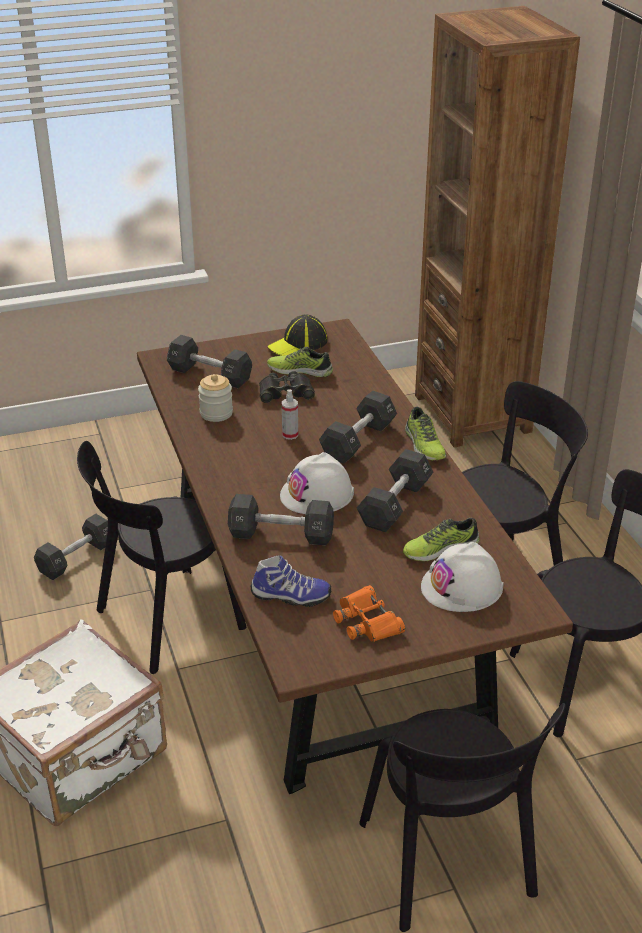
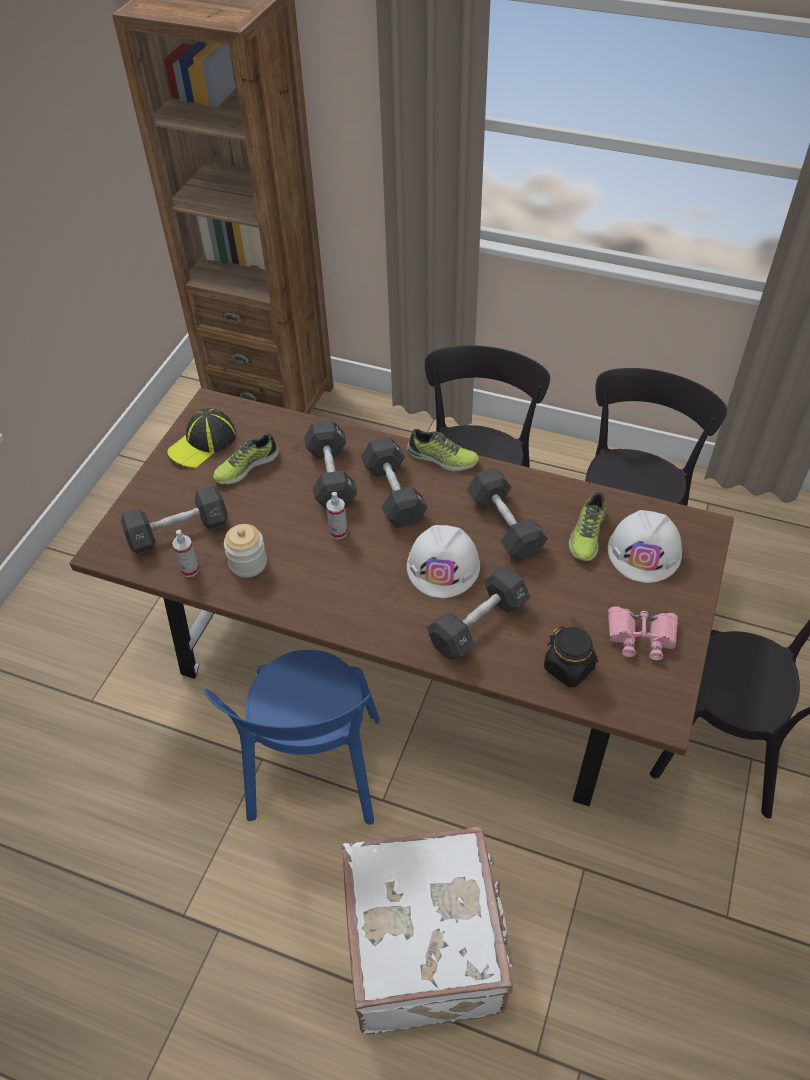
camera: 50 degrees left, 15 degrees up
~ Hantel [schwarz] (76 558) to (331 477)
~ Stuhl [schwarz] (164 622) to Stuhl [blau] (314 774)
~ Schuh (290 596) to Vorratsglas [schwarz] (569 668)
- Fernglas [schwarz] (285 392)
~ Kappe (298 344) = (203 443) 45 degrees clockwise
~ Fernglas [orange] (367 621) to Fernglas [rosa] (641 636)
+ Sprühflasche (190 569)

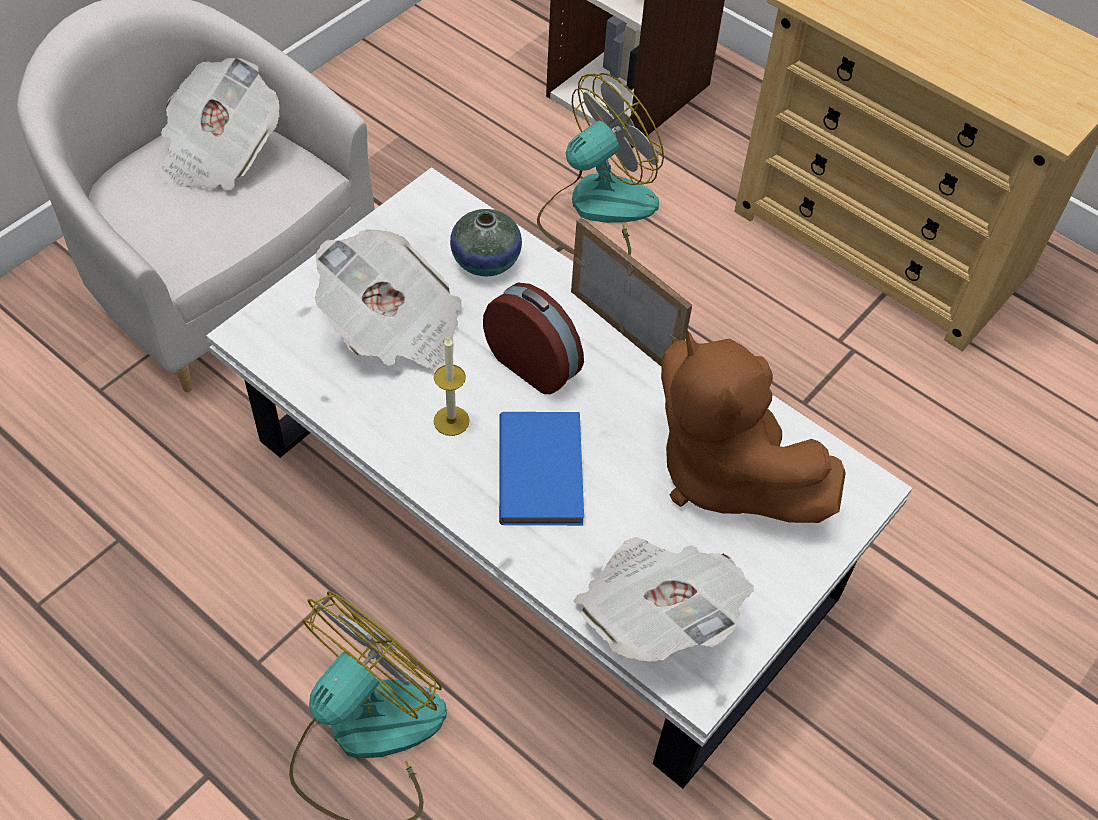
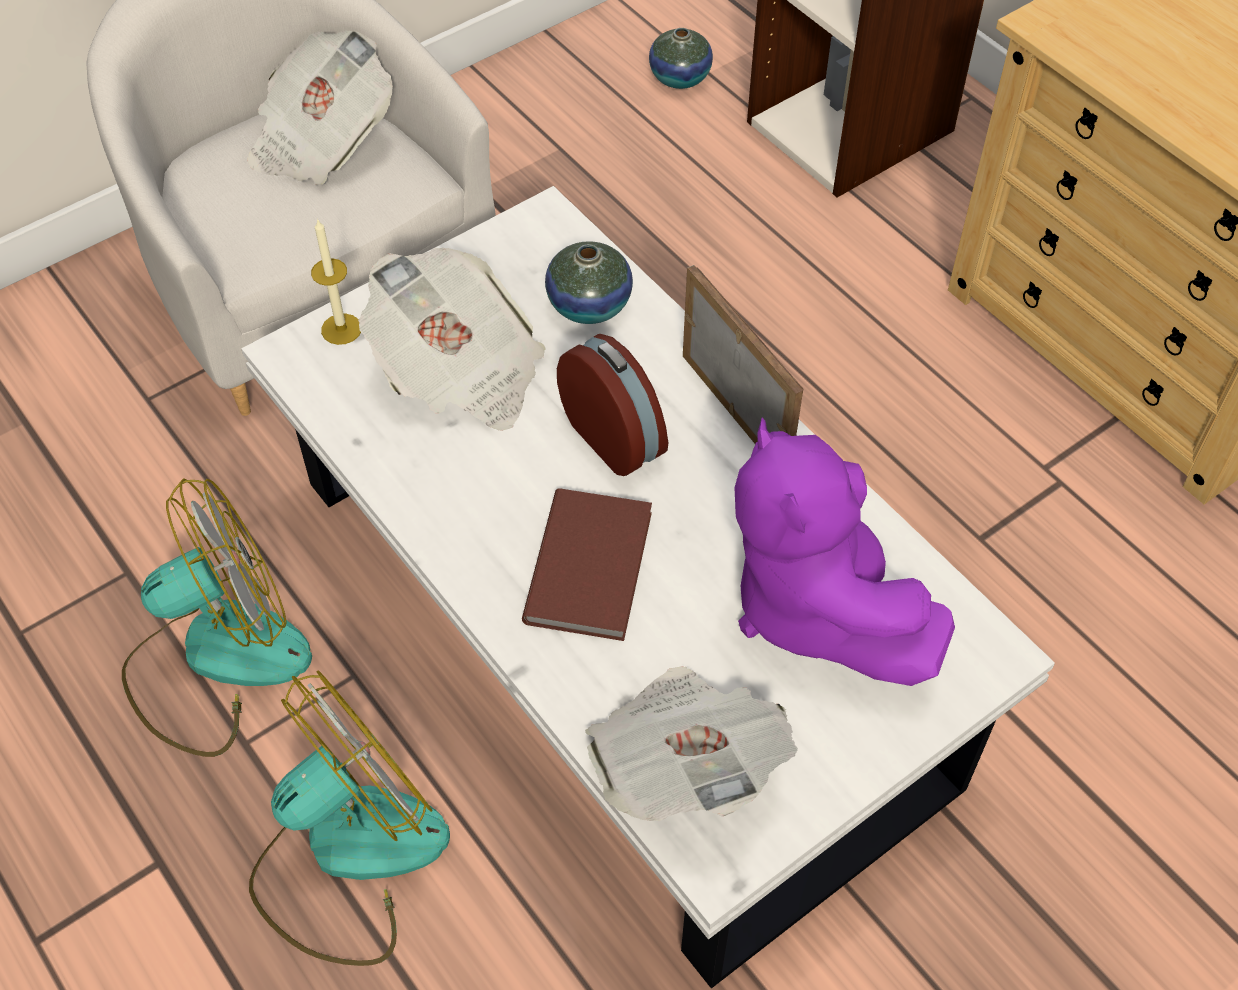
camera: 15 degrees right, 0 degrees up
~ Kerze (451 421) to (341 329)
~ Buch [blau] (543 469) to Buch [braun] (593 566)
~ Ventilator (596 210) to (216 659)
~ Plüschtier [braun] (723 471) to Plüschtier [lila] (815 603)
+ Vase (680 77)

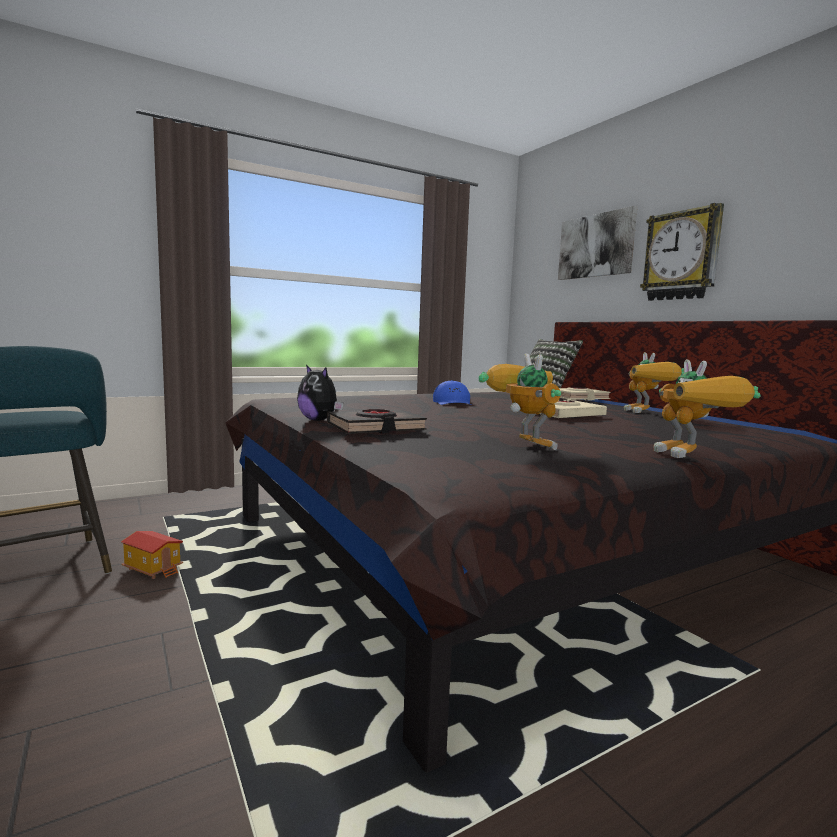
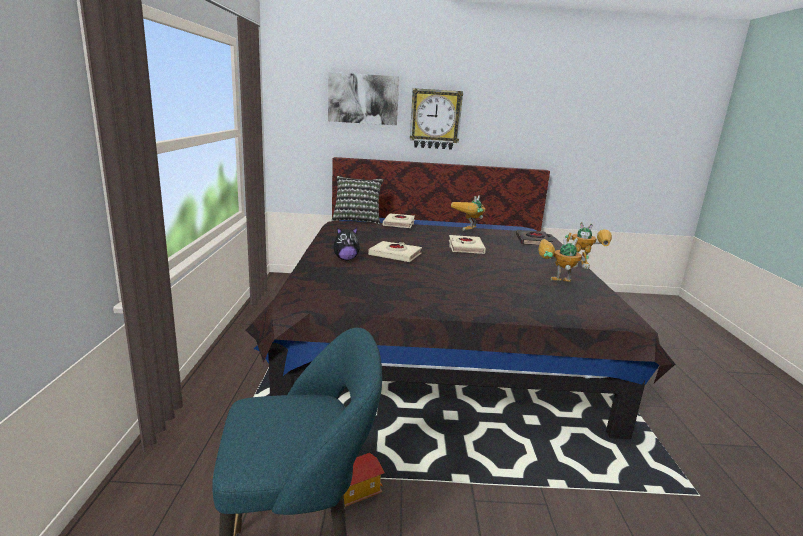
camera: 60 degrees left, 10 degrees up
~ Plüschtier (319 420) to (346 259)
~ Buch [schwarz] (376 428) to (533 241)
~ Kappe [blau] (452 402) to Buch [beige] (395 255)
~ Spielzeugroboter (647 413) = (469 231) 105 degrees clockwise

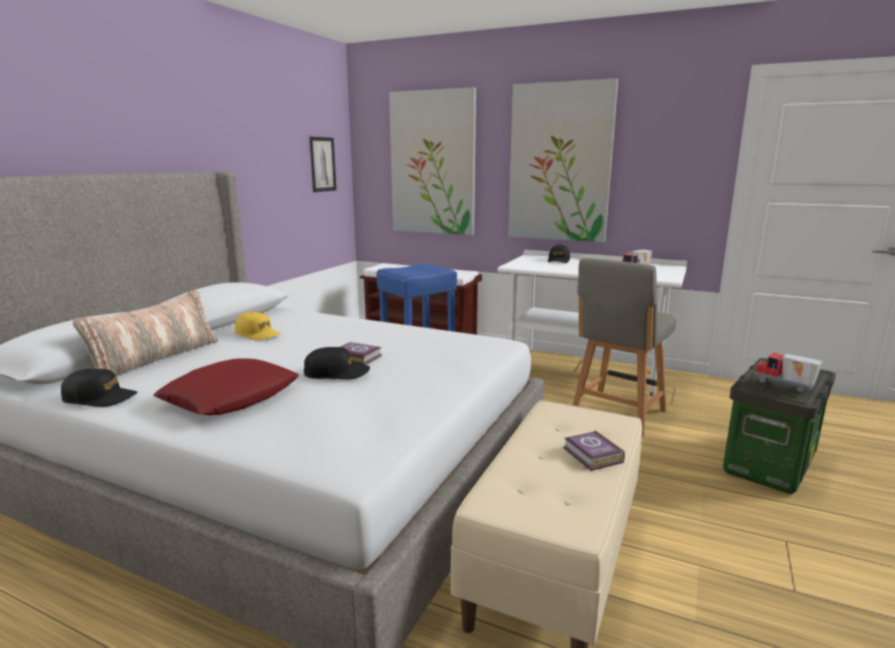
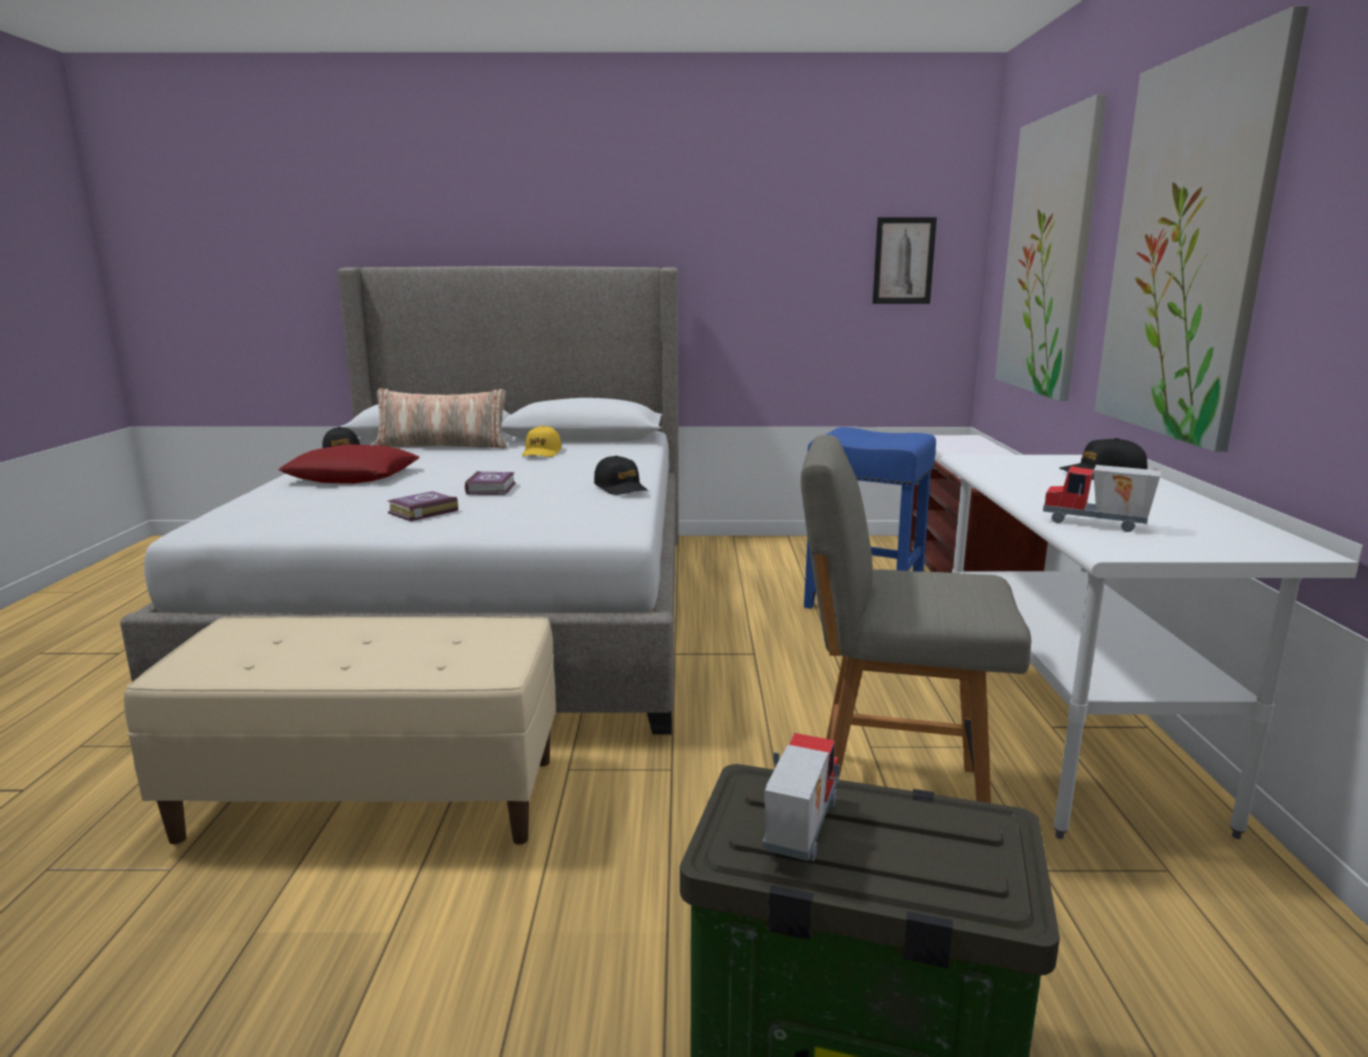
camera: 65 degrees right, 0 degrees up
~ Kappe [schwarz] (336 373) to (620 488)
~ Buch (592 455) to (421 512)

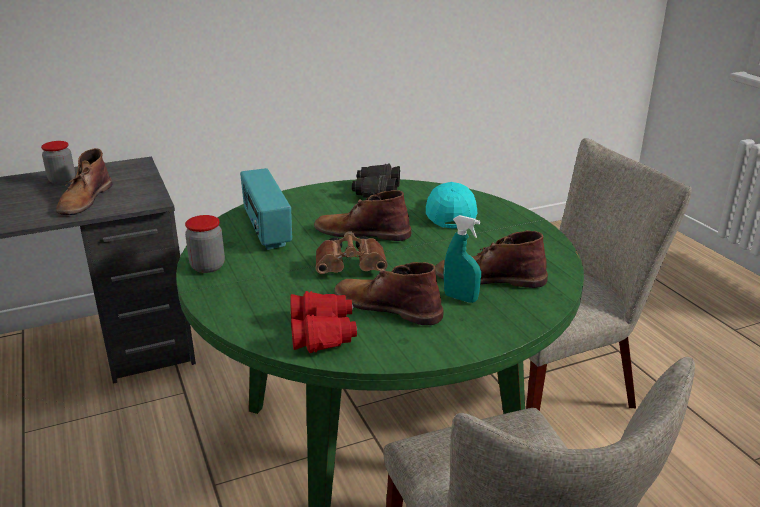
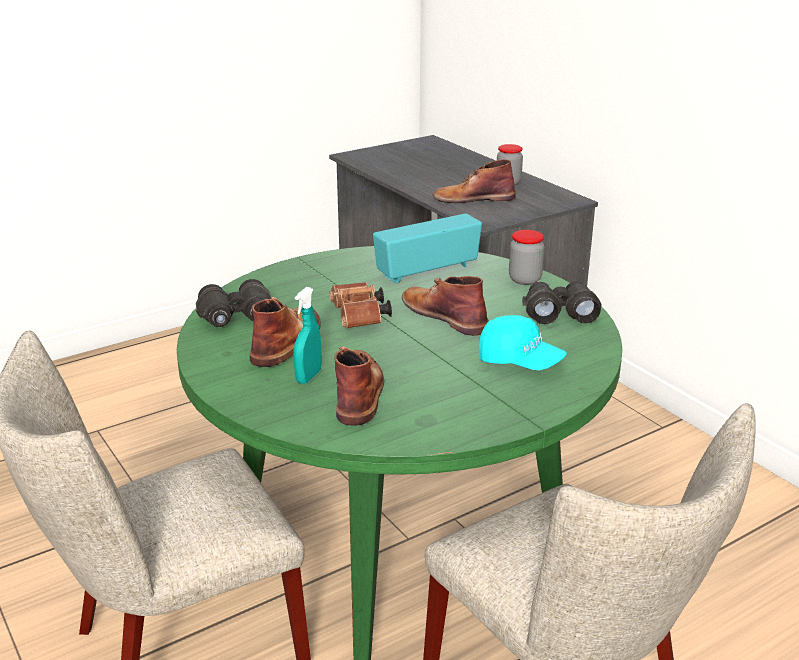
camera: 80 degrees right, 0 degrees up
~ Vorratsglas (207 266) to (525 279)
~ Fernglas [rot] (323 333) to Fernglas [schwarz] (237 318)
~ Stiefel [braun] (361 232) = (444 315) 45 degrees counterclockwise
~ Kappe [türkis] (449 214) = (520 361) 45 degrees clockwise

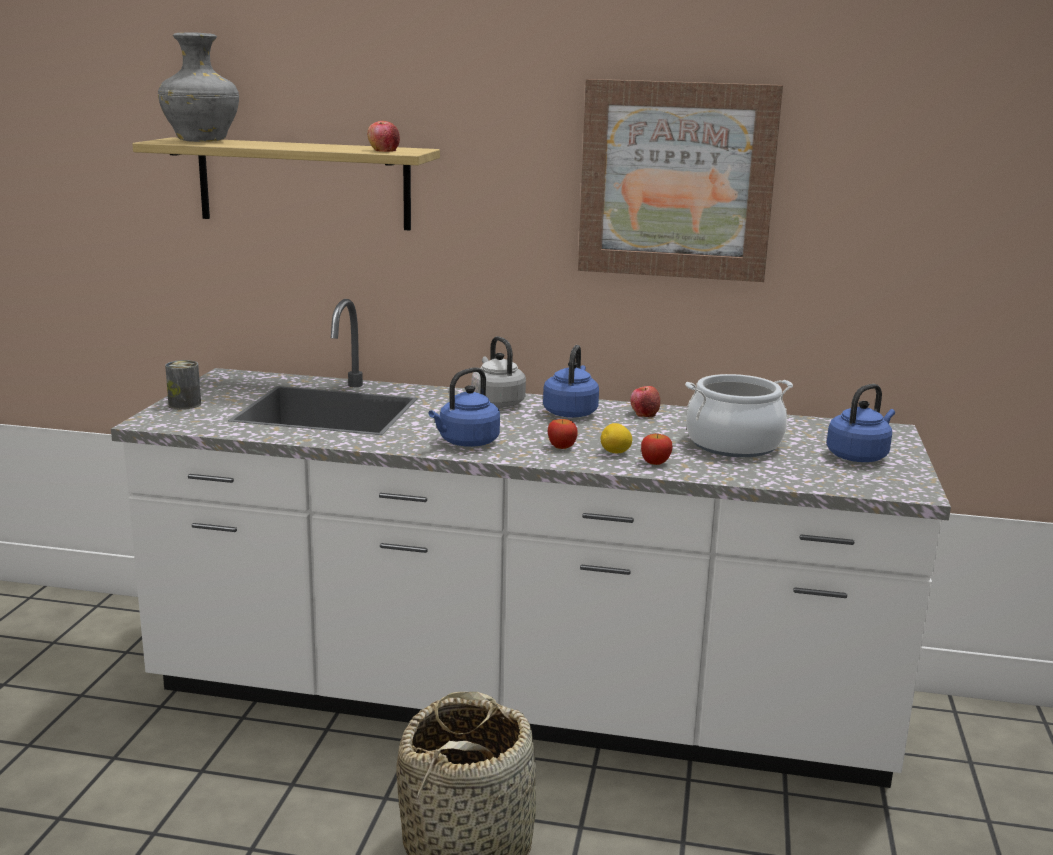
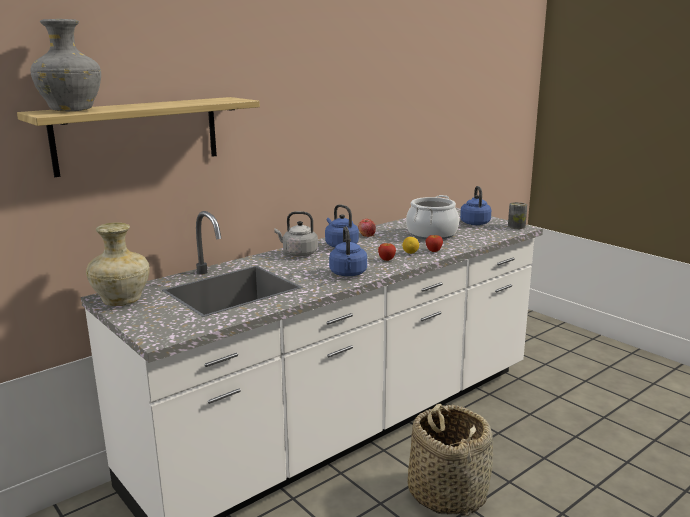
camera: 50 degrees left, 0 degrees up
~ Dose (184 404) to (516 226)
- Apfel (383 150)
- Bild (676 180)
+ Vase [beige] (123 301)

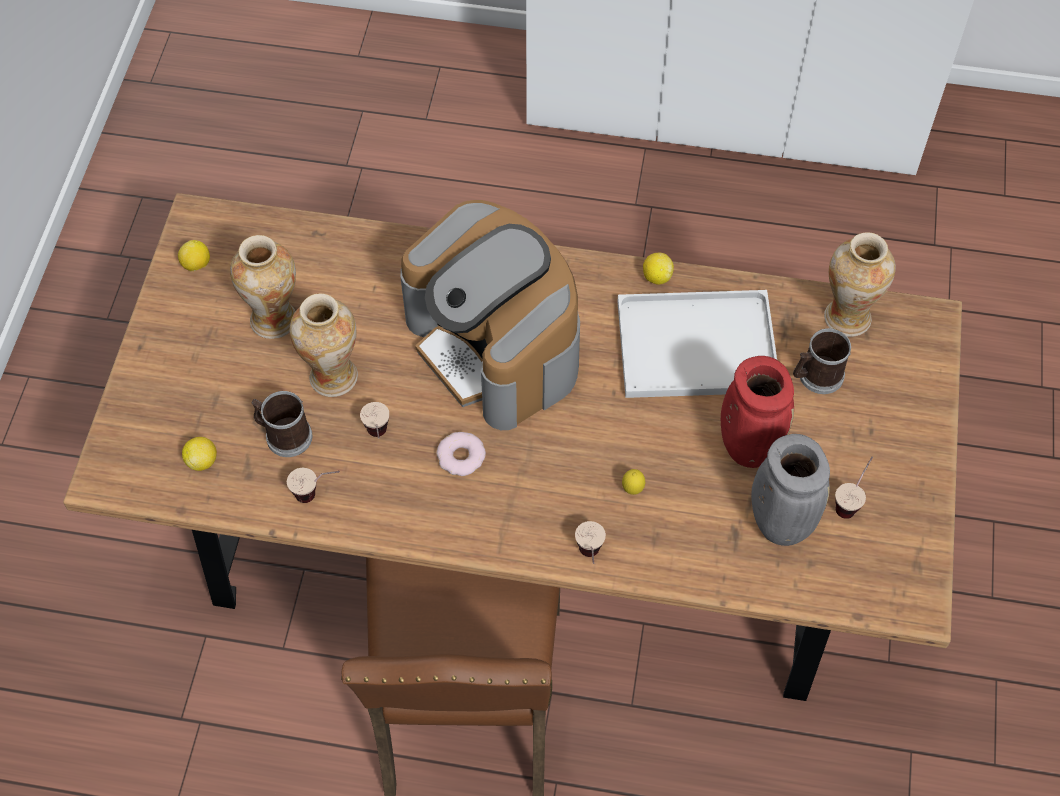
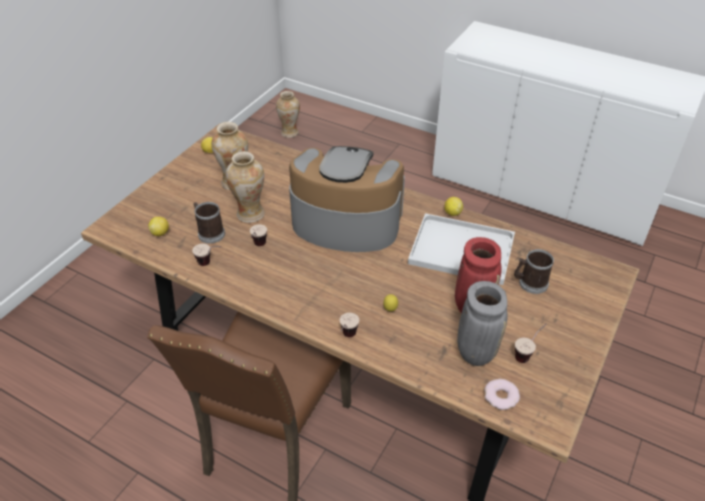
camera: 20 degrees right, 15 degrees down
~ Kaffeemaschine (496 347) = (345 222) 120 degrees clockwise
~ Donut (461 457) to (501 396)
~ Vase (847 317) to (289 132)

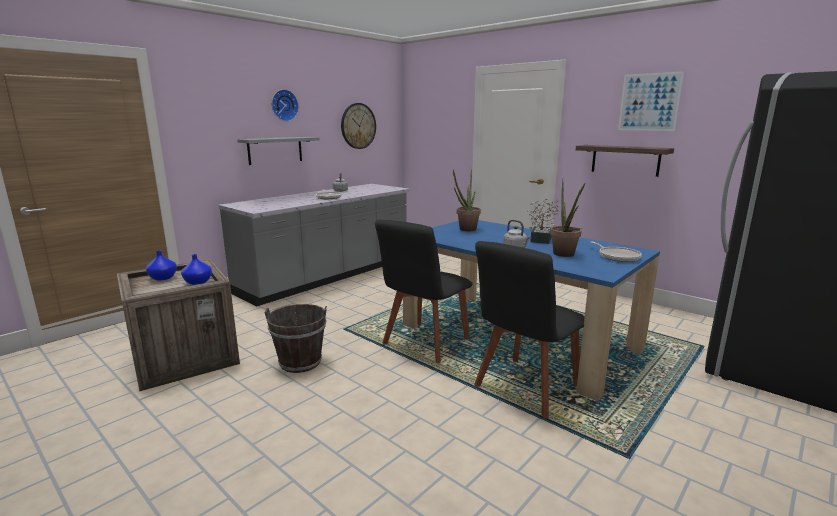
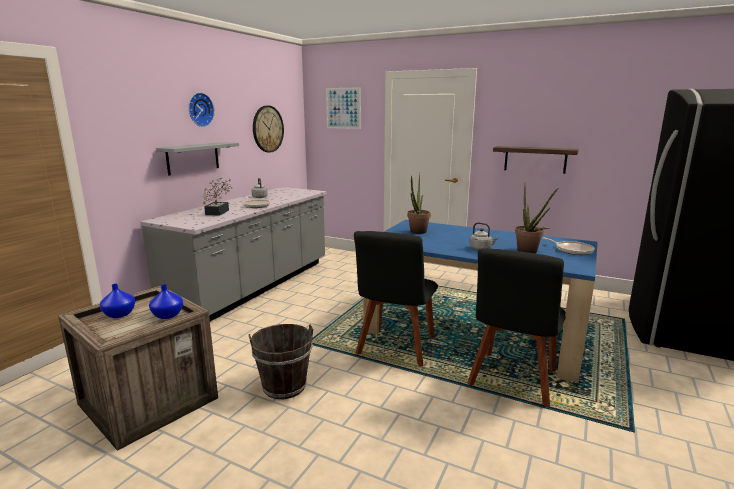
camera: 15 degrees left, 0 degrees up
~ Topfpflanze (542 238) to (219 212)
~ Bild (649 102) to (343 108)

